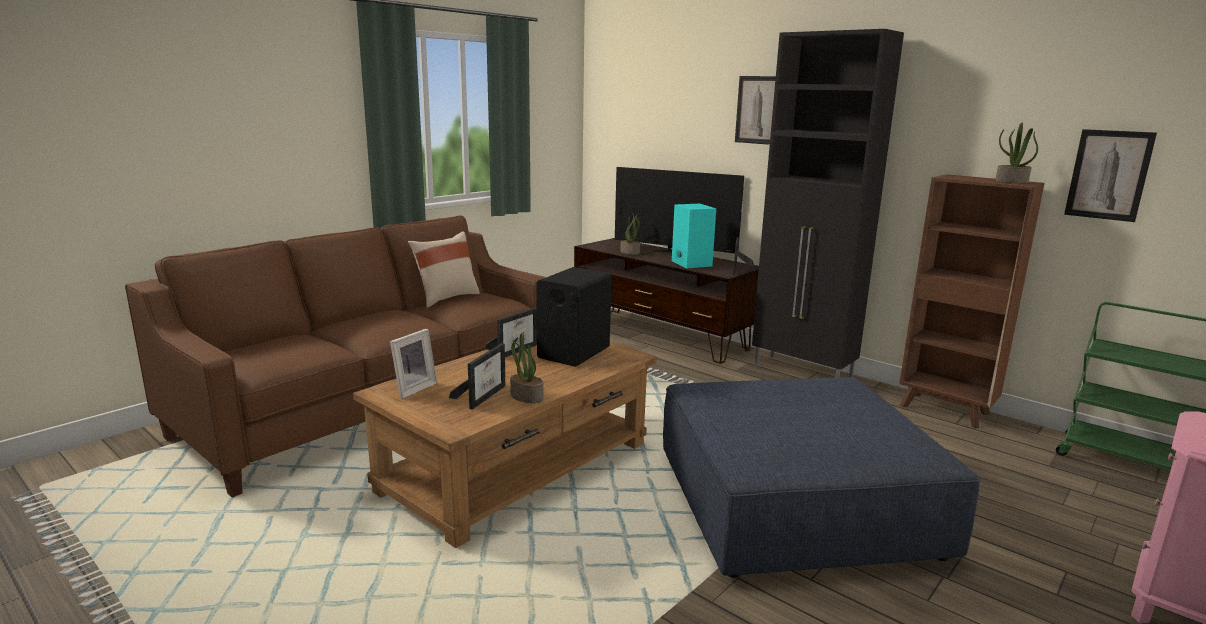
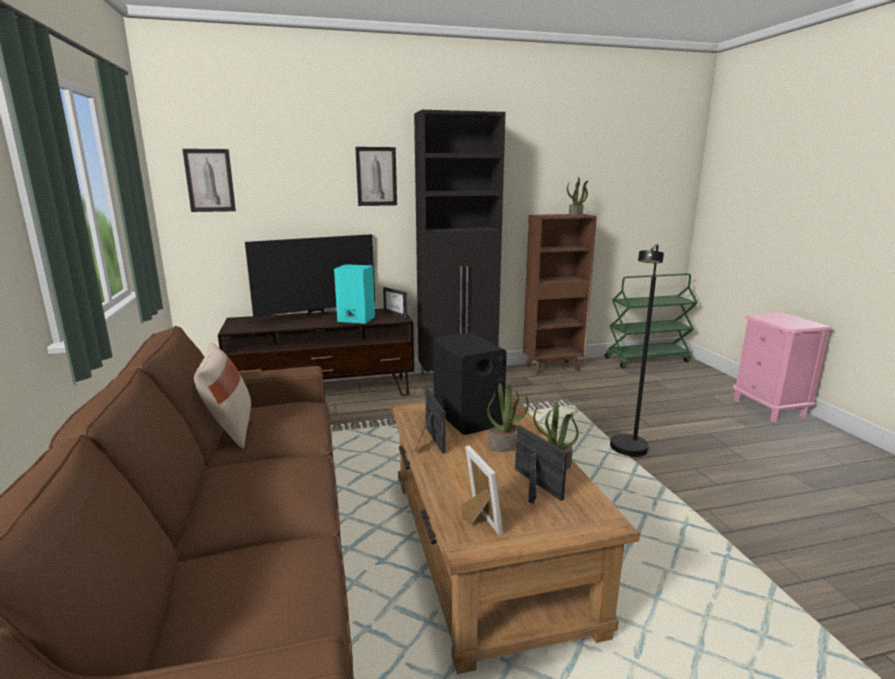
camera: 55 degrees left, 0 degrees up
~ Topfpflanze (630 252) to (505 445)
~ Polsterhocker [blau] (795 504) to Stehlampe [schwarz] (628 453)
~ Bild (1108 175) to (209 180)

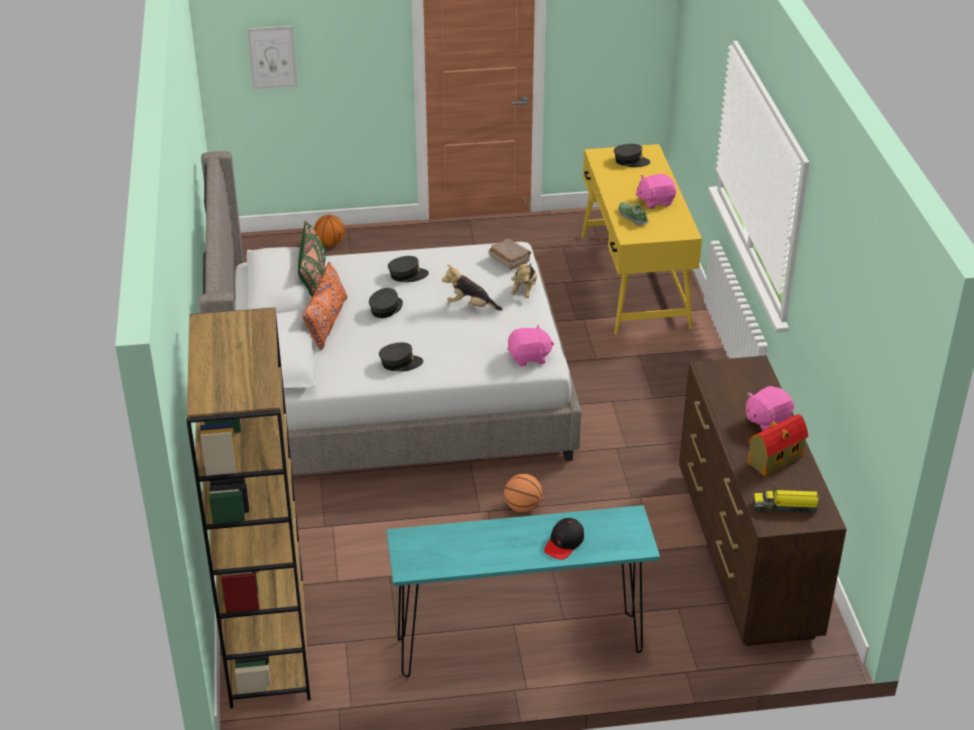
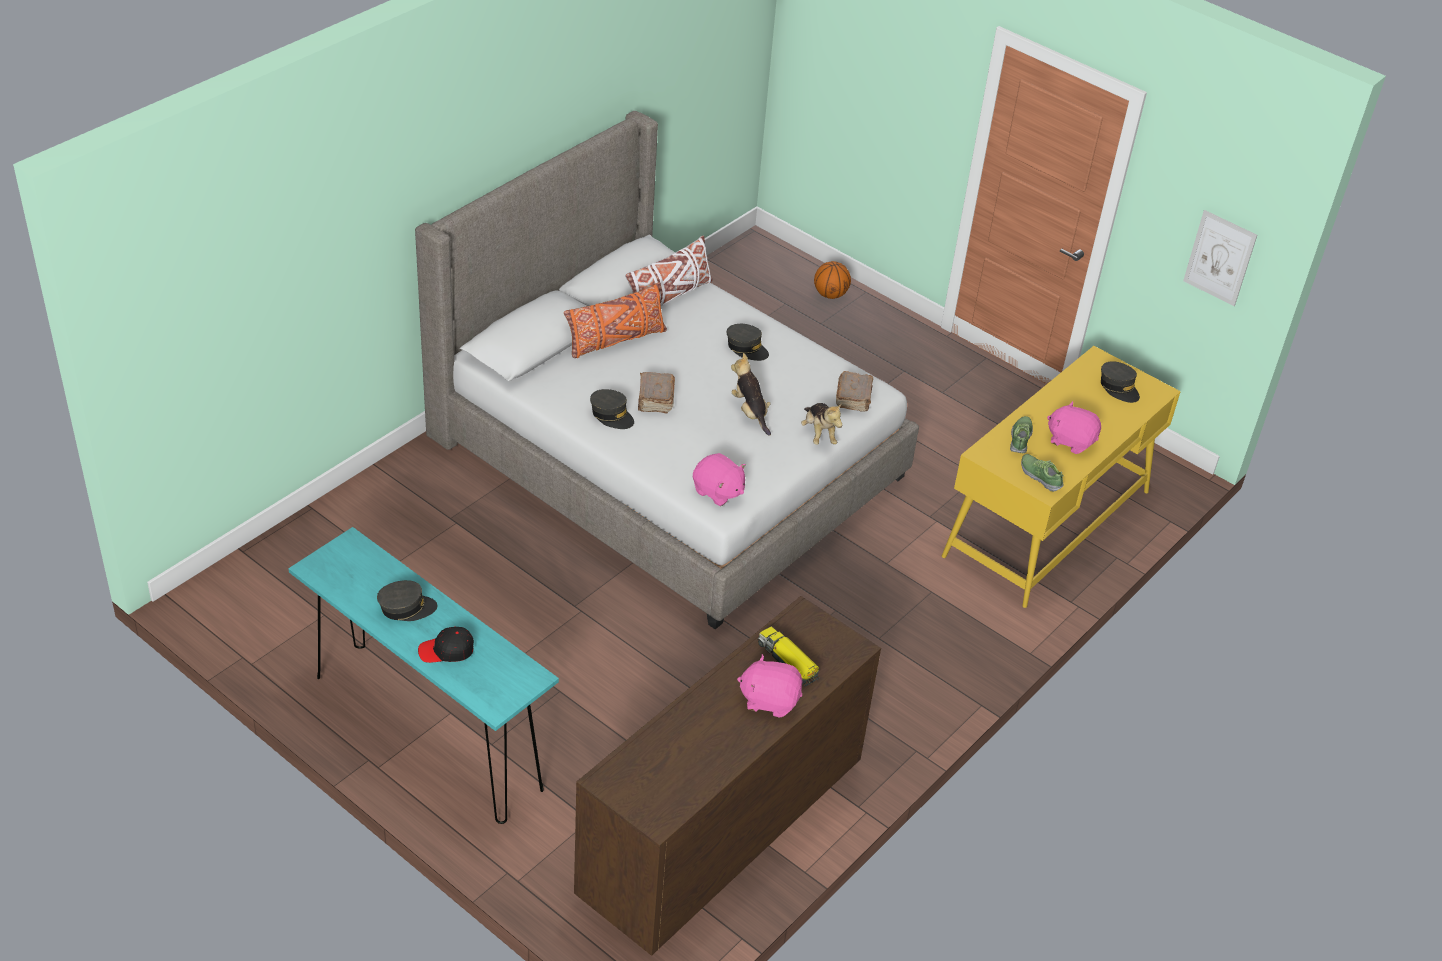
camera: 45 degrees right, 5 degrees up
- Bücherregal [braun] (267 645)
~ Bild (272 57) to (1219 258)
~ Kissen [grün] (313 279) to Kissen [weiß] (669 297)
~ Kappe [grau] (386 308) to (406 608)
- Basketball (523 507)
~ Plüschtier (524 290) = (819 434) 75 degrees counterclockwise
- Spielzeughaus (774 460)
~ Spielzeuglaster (786 507) to (788 661)
+ Buch [braun] (655 399)
+ Schuh (1040 476)

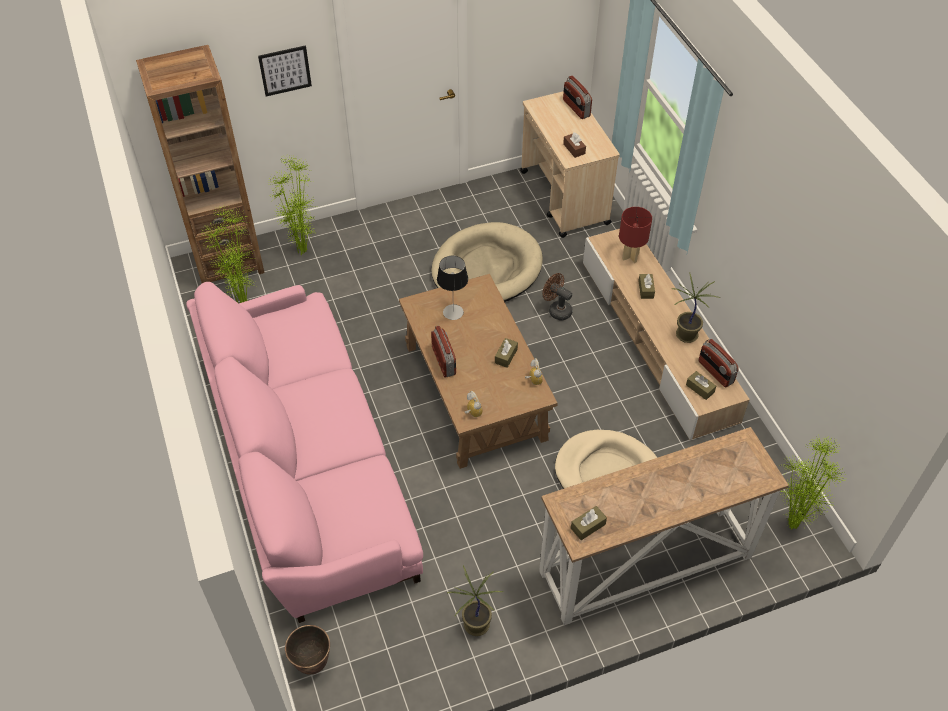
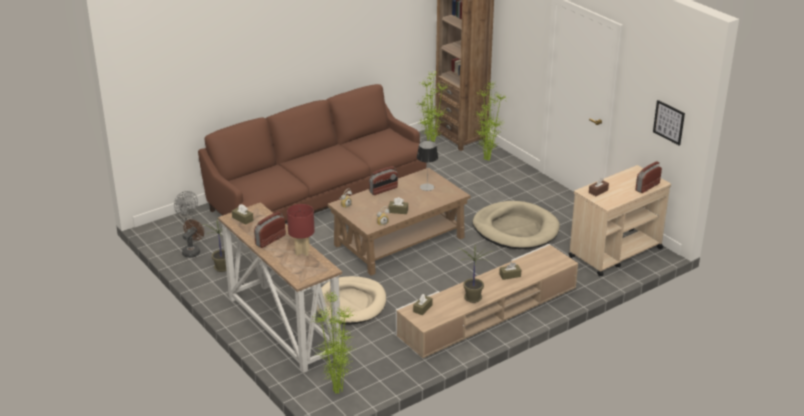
camera: 75 degrees right, 20 degrees down
~ Sofa [rosa] (308 462) to Sofa [braun] (318 193)
~ Bild (285 70) to (669 122)
~ Pflanzkübel (312 662) to Ventilator [grau] (186 219)
~ Ventilator [braun] (557 310) to (192 251)
~ Tischlampe [rot] (630 257) to (302 252)
~ Radio (715 372) to (270 240)

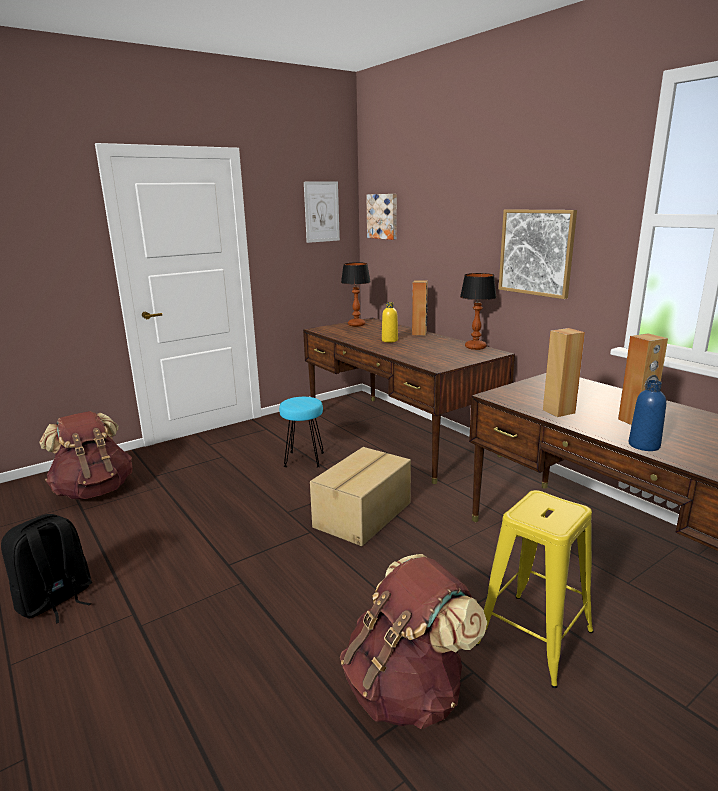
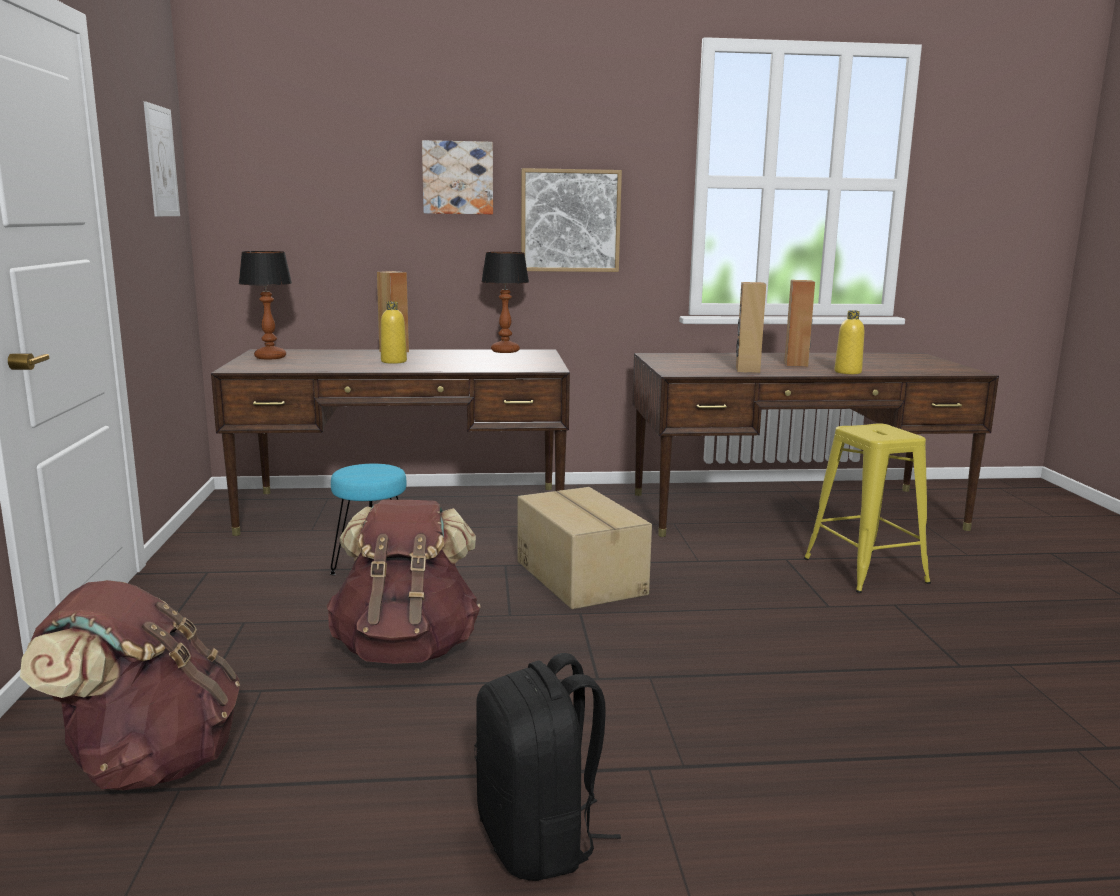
camera: 60 degrees left, 5 degrees down
~ Rucksack [braun] (407 690) to (406 649)
~ Bild (383 216) to (458 178)
~ Flasche [blau] (644 445) to Flasche [gelb] (847 372)

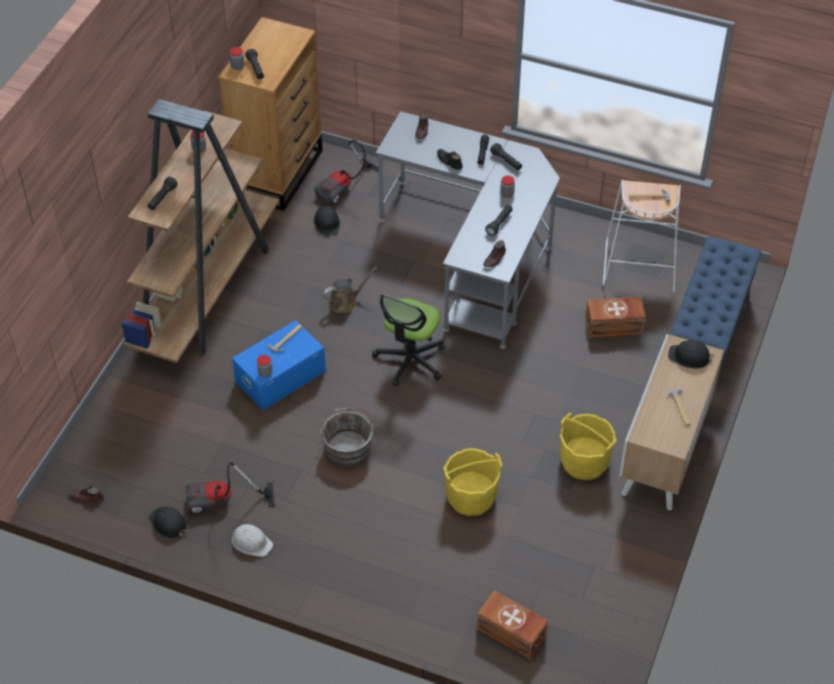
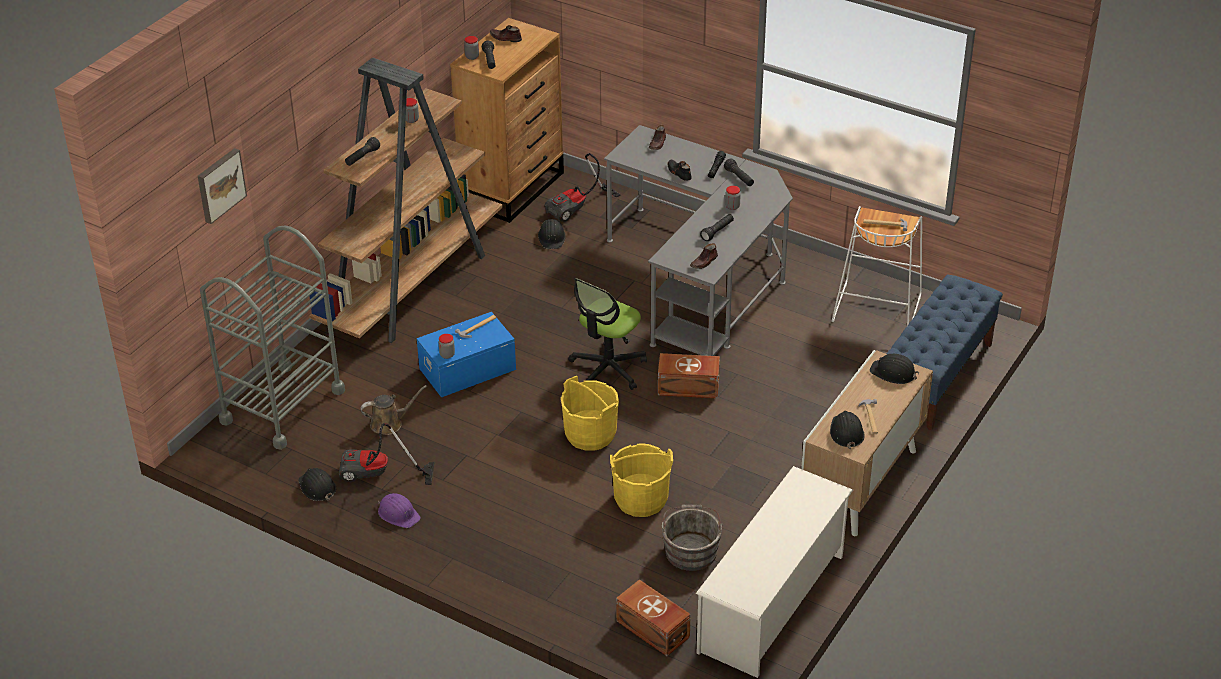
camera: 10 degrees right, 10 degrees down
~ Schuh [braun] (86 497) to (505 38)
~ Schutzhelm [weiß] (251 542) to Schutzhelm [lila] (398 514)
~ Eimer [grau] (347 446) to (691 549)
~ Gießkanne [braun] (345 302) to (389 423)
~ Eimer [gelb] (584 462) to (590 434)
~ Aufbewahrungsbox [braun] (614 326) to (689 387)
+ Bild (220 185)
+ Rollwagen [grau] (282 406)
+ Schuhregal [weiß] (772 603)
+ Schutzhelm [schwarz] (846 432)

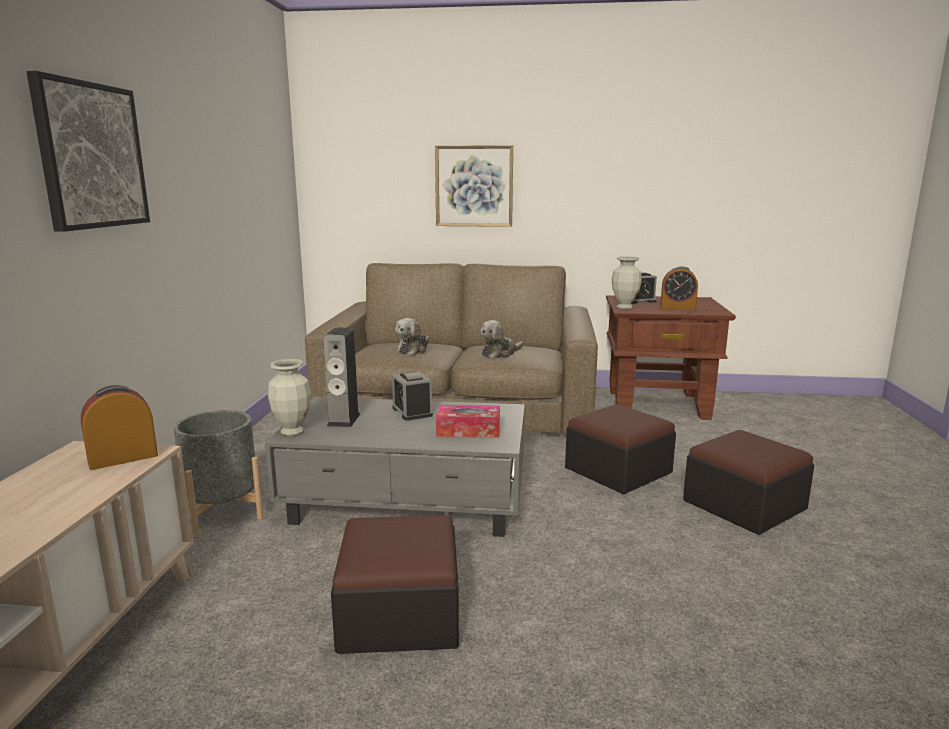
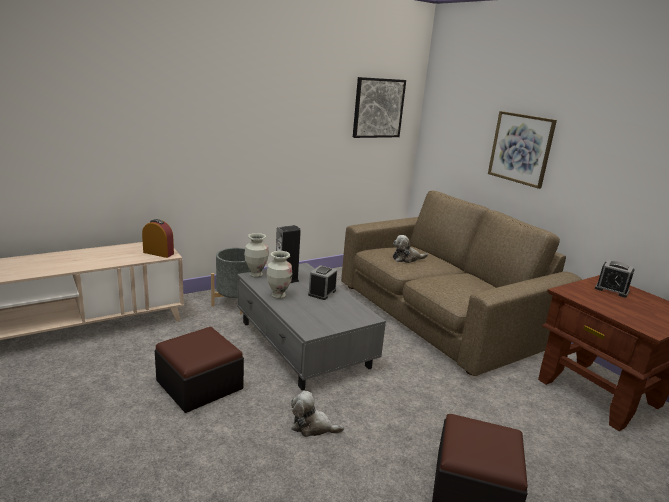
camera: 50 degrees right, 5 degrees up
~ Bild (91 156) to (378 108)
- Taschentuchbox (468 430)
~ Plüschtier (500 353) to (312 426)
- Polsterhocker (618 470)
~ Vase (624 307) to (278 295)
- Wecker (677 308)

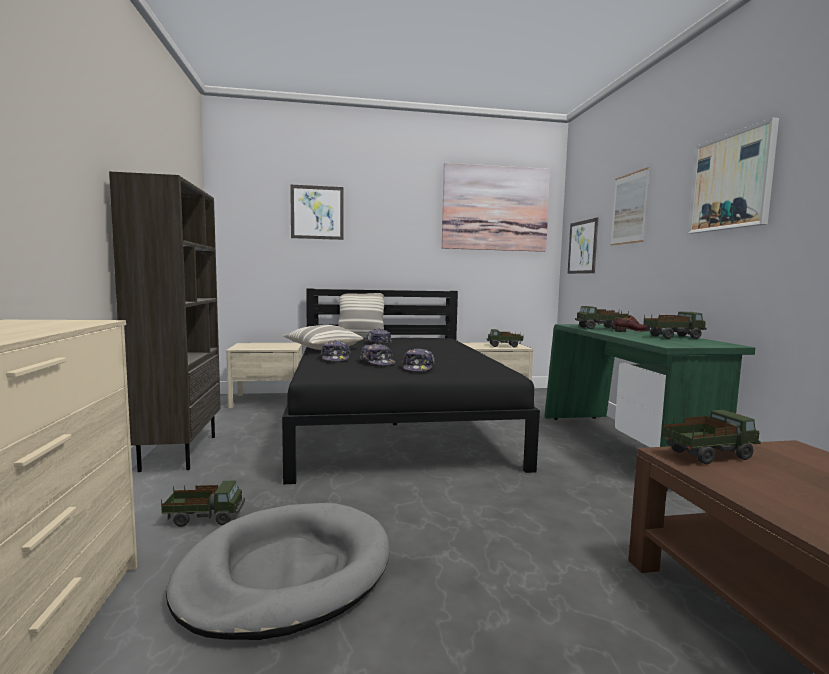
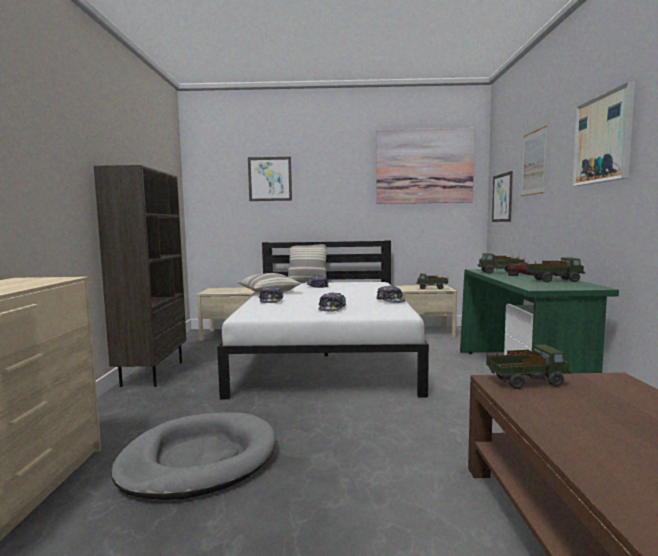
camera: 10 degrees right, 0 degrees up
- Spielzeuglaster (204 518)
~ Bett [schwarz] (395 423) to Bett [weiß] (326 355)
~ Kappe (377 362) to (391 300)

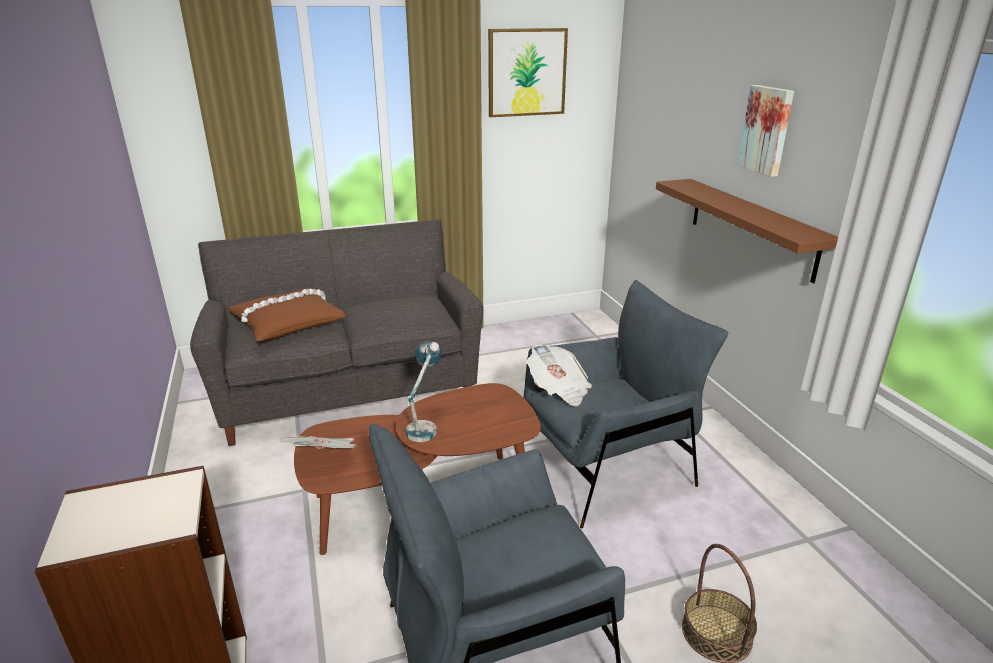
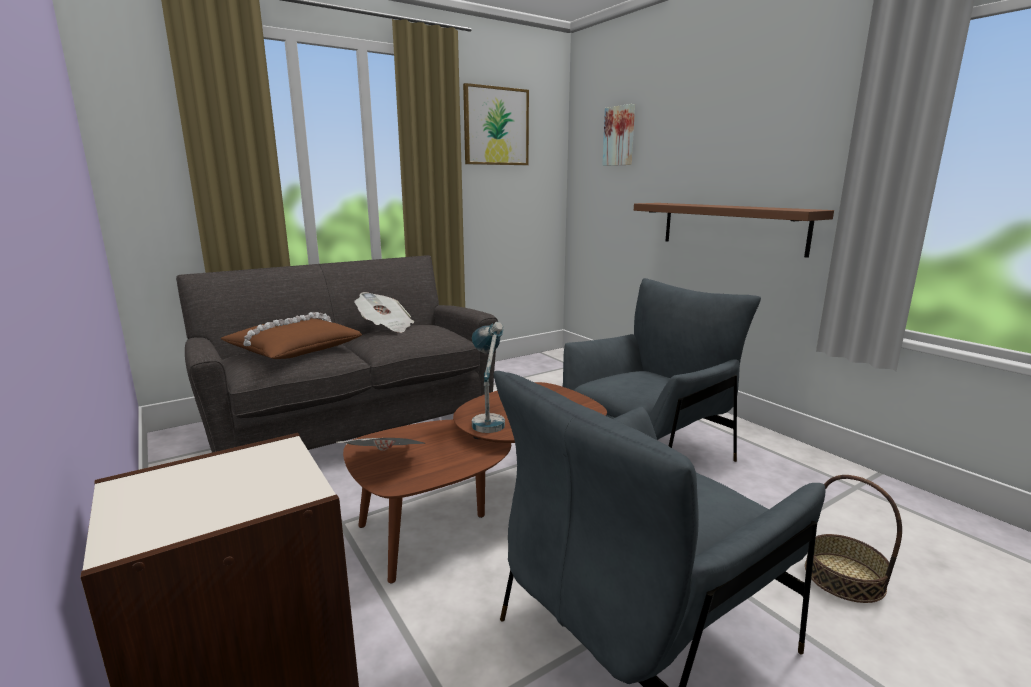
camera: 15 degrees left, 10 degrees down
~ Zeitung (559 389) to (386 327)
~ Bild (767 130) to (620 136)

